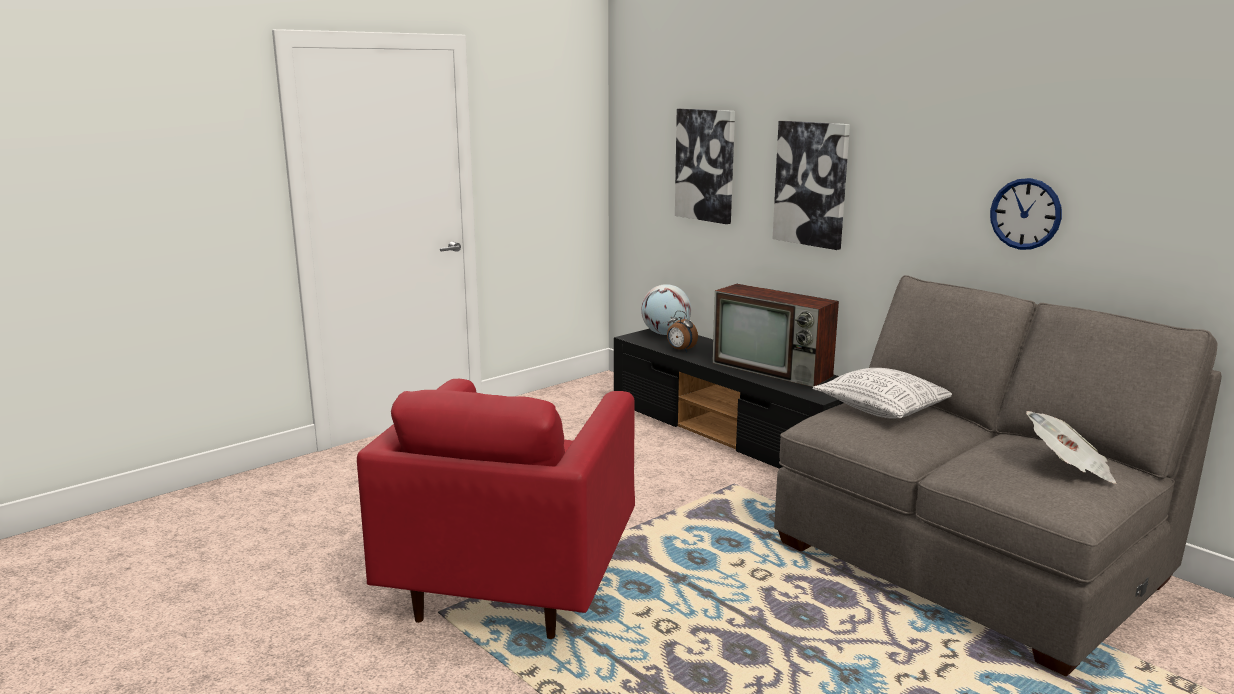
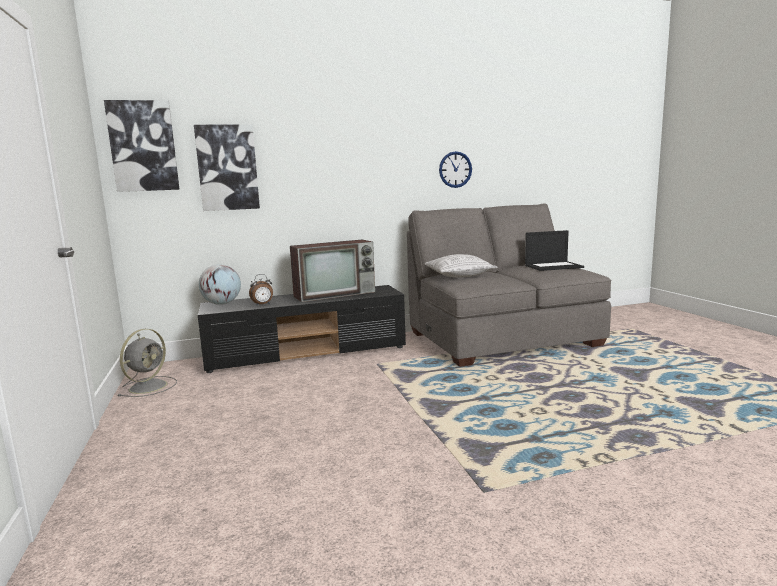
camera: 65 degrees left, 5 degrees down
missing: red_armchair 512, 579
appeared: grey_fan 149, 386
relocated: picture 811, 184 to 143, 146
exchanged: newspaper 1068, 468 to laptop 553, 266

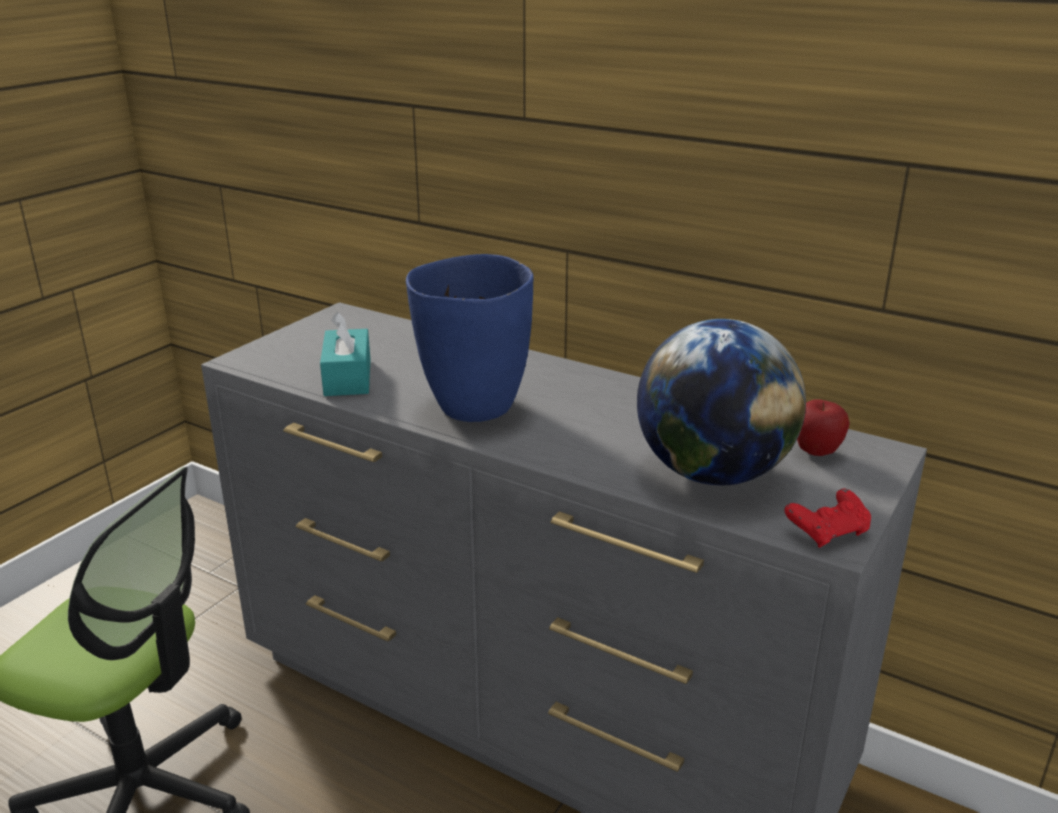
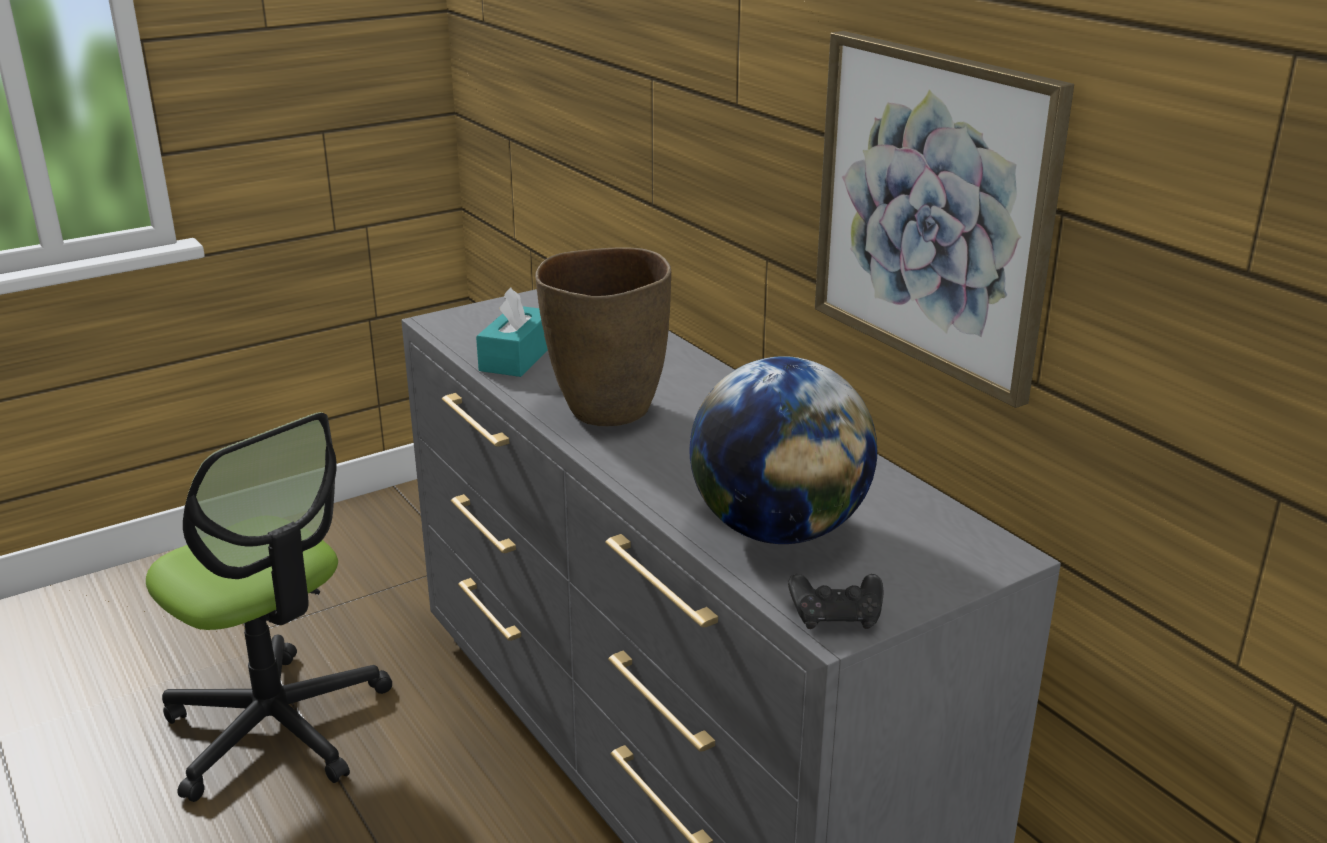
camera: 25 degrees right, 0 degrees up
missing: apple 816, 452
appeared: picture 933, 210
colour: blue_vase 474, 407 to brown_vase 607, 411; red_game_controller 828, 532 to black_game_controller 836, 617

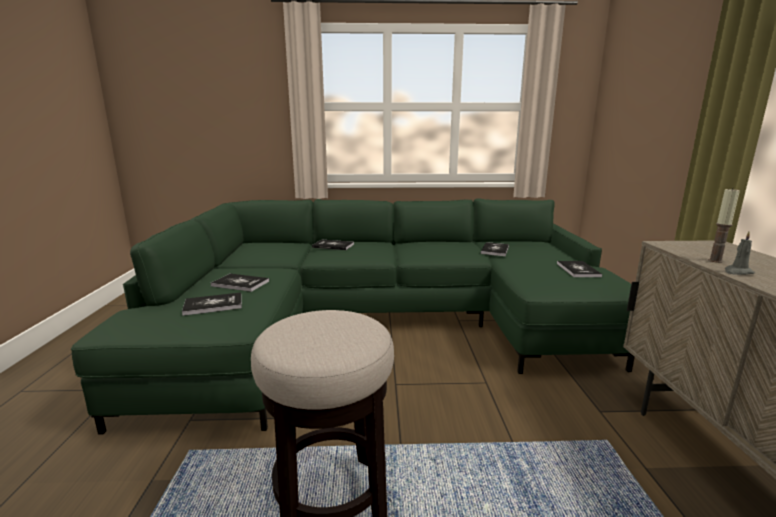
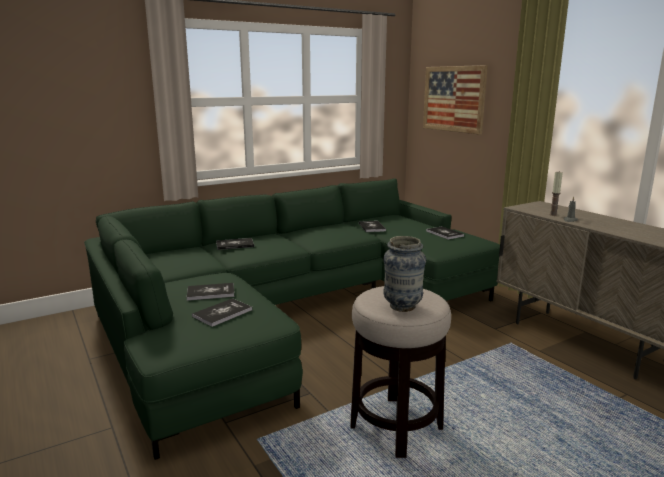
camera: 30 degrees left, 0 degrees up
appeared: vase 402, 306; picture 453, 99

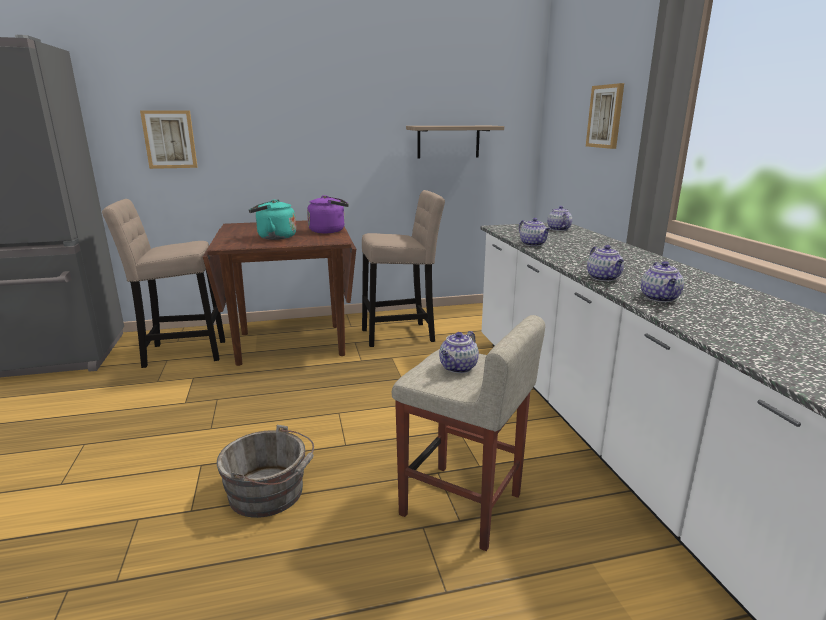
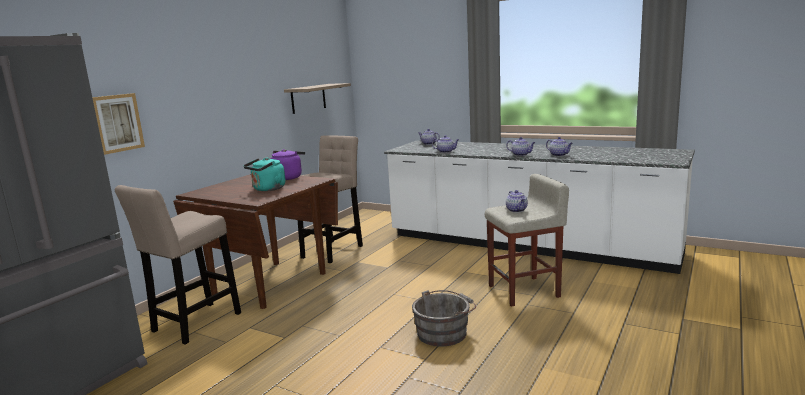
camera: 45 degrees left, 5 degrees down
missing: picture 605, 116

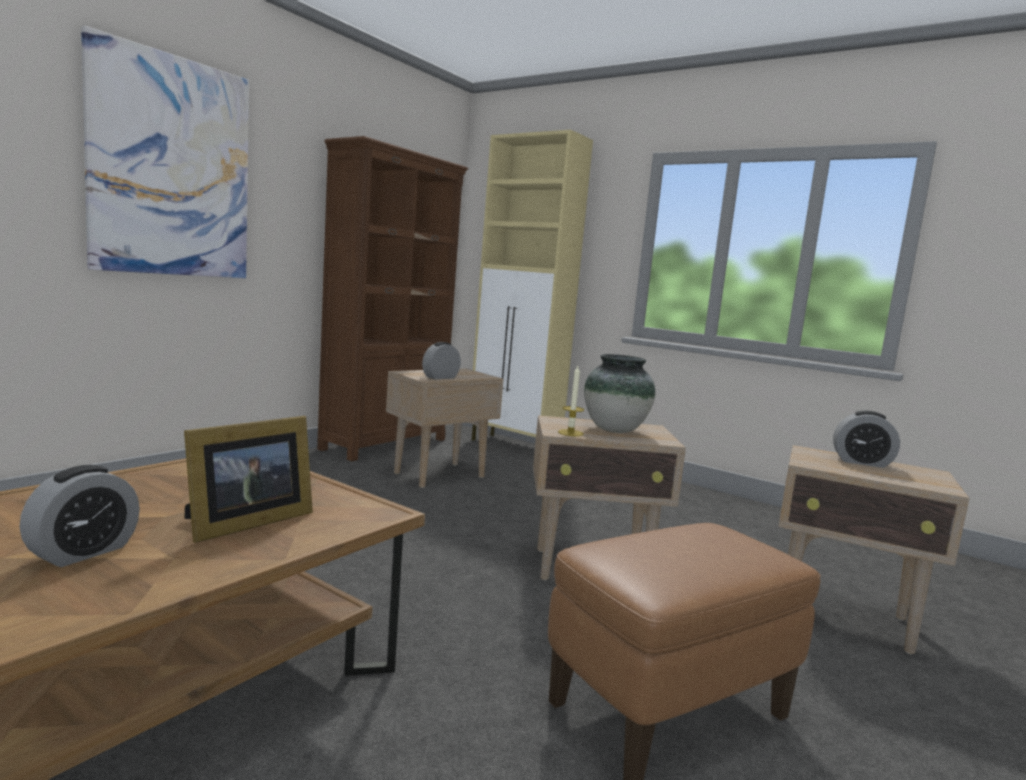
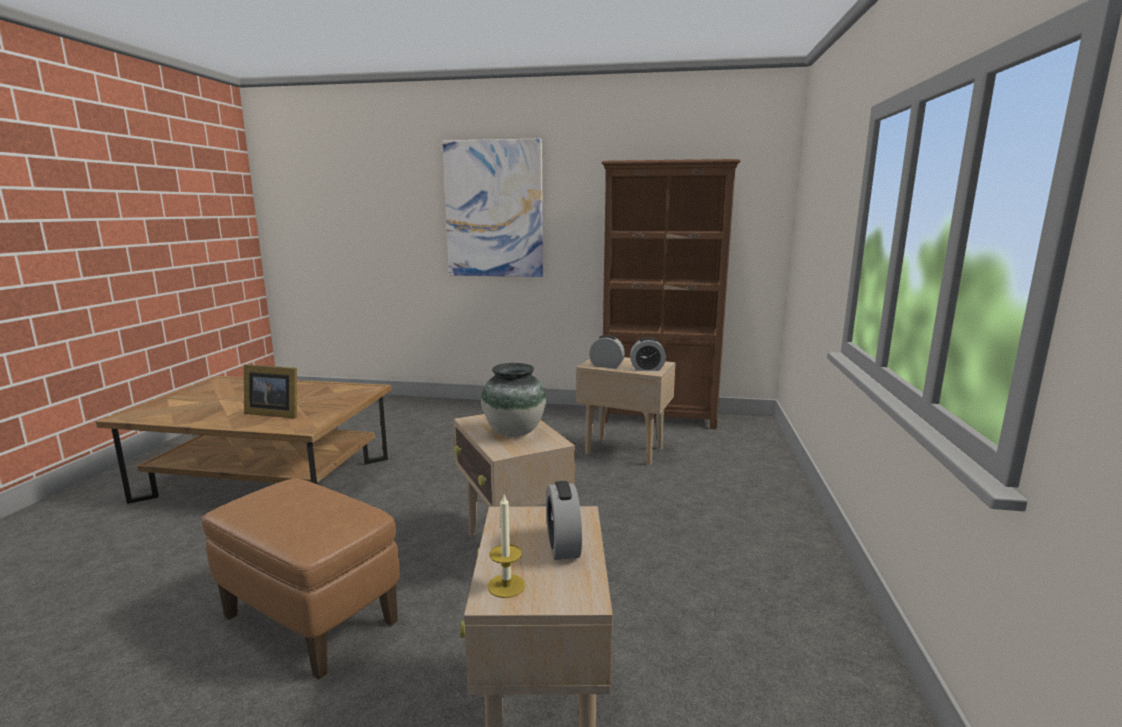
camera: 65 degrees right, 5 degrees up
missing: beige_cabinet 514, 446
relocated: alarm_clock 83, 552 to 647, 369; candle 570, 433 to 506, 585

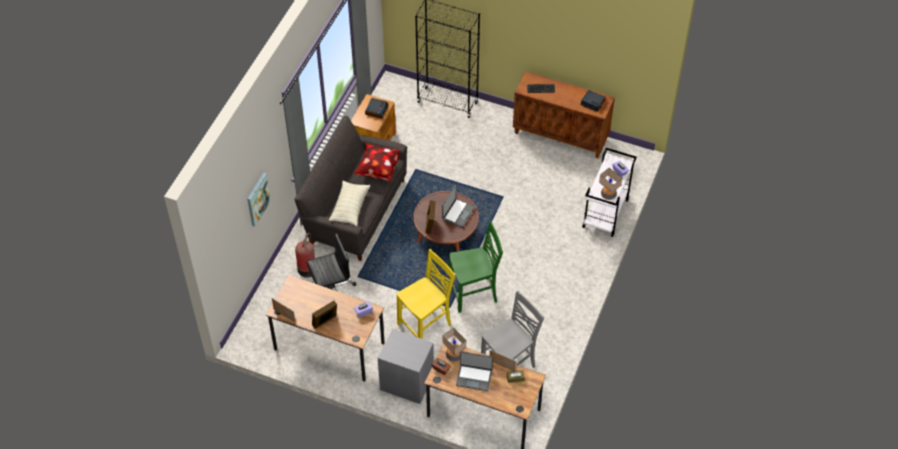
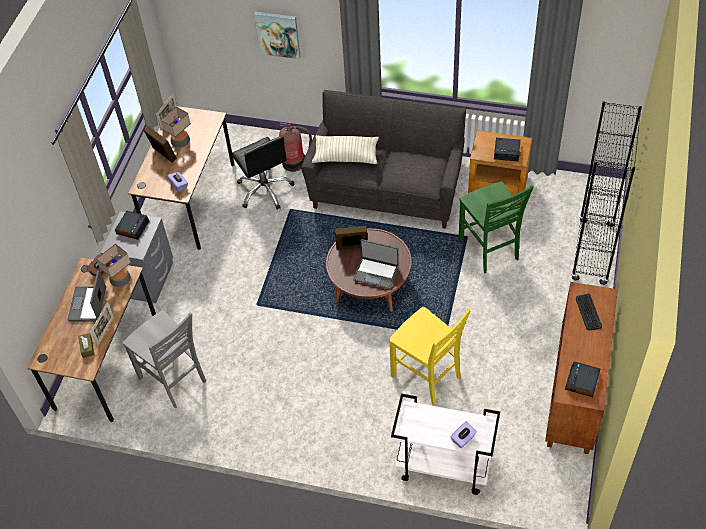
camera: 85 degrees right, 0 degrees up
missing: pillow 377, 170
appeared: alarm_clock 132, 227
relocated: yellow_chair 426, 325 to 427, 377; green_chair 474, 294 to 489, 249; table_lamp 608, 194 to 181, 142

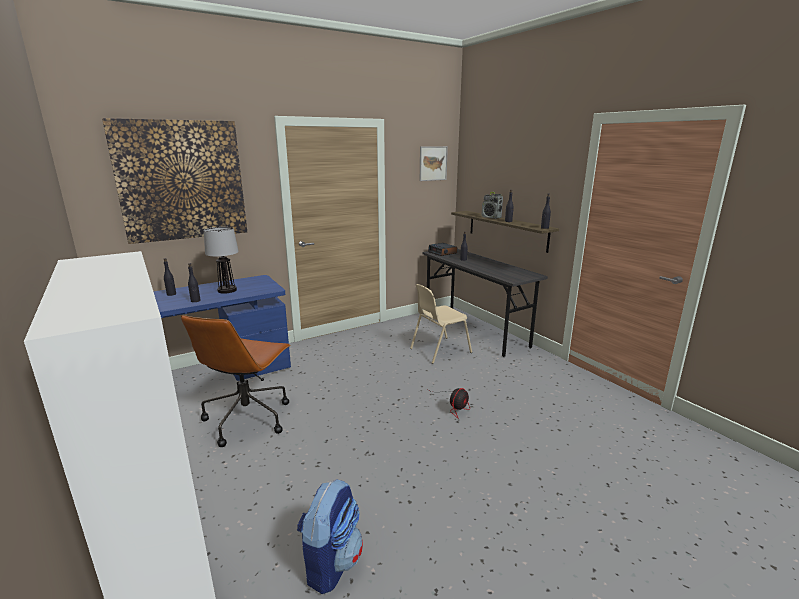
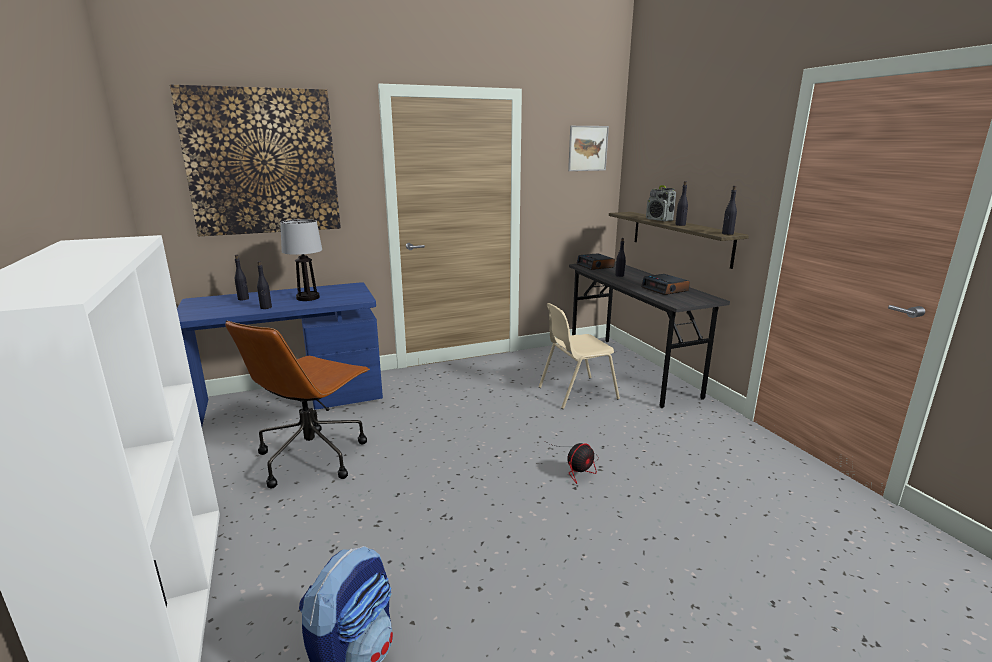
camera: 10 degrees right, 0 degrees up
appeared: alarm_clock 665, 289

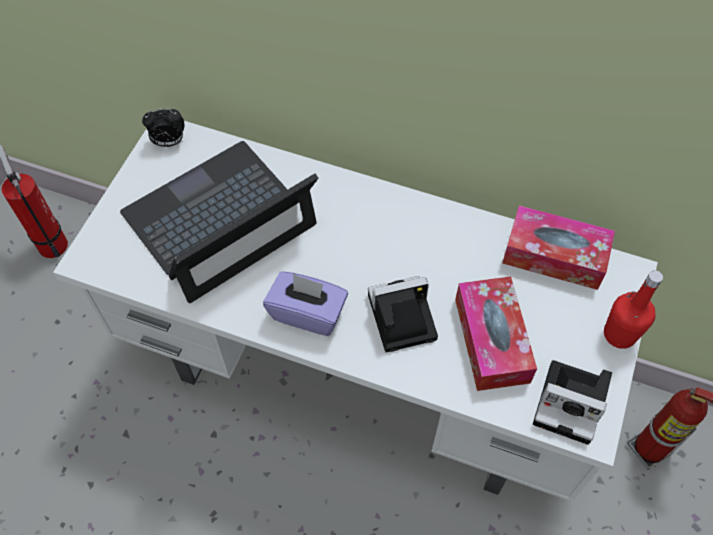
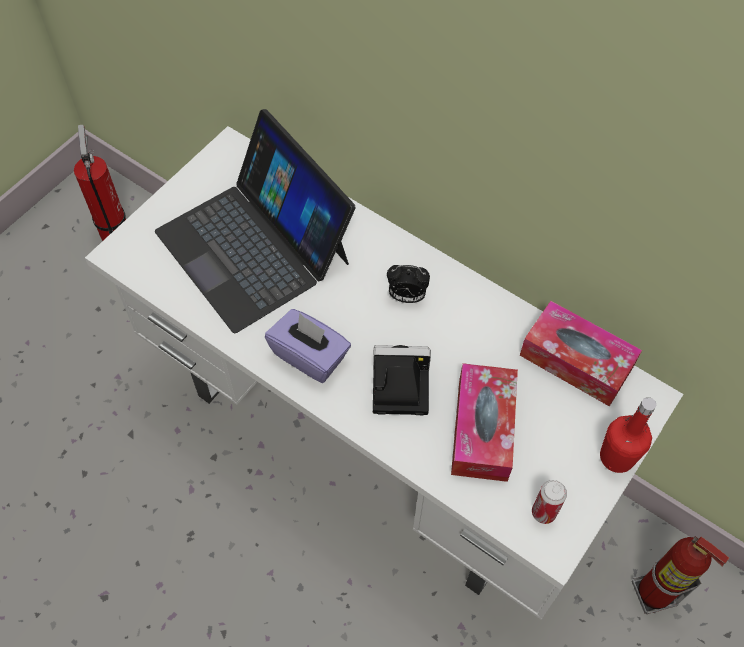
camera: 15 degrees right, 0 degrees up
relocated: alarm_clock 169, 142 to 406, 297
exchanged: photo_camera 572, 403 to can 543, 512
spun: laptop 220, 221 = 254, 246 105 degrees counterclockwise

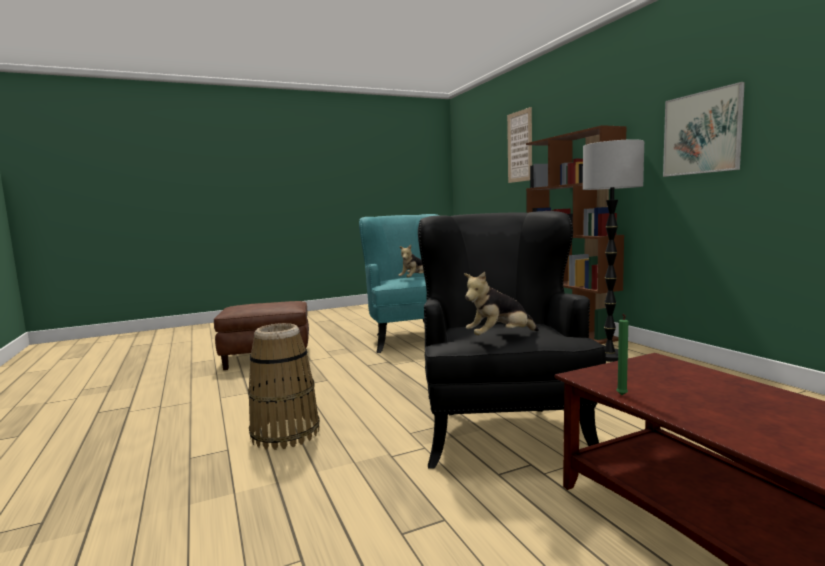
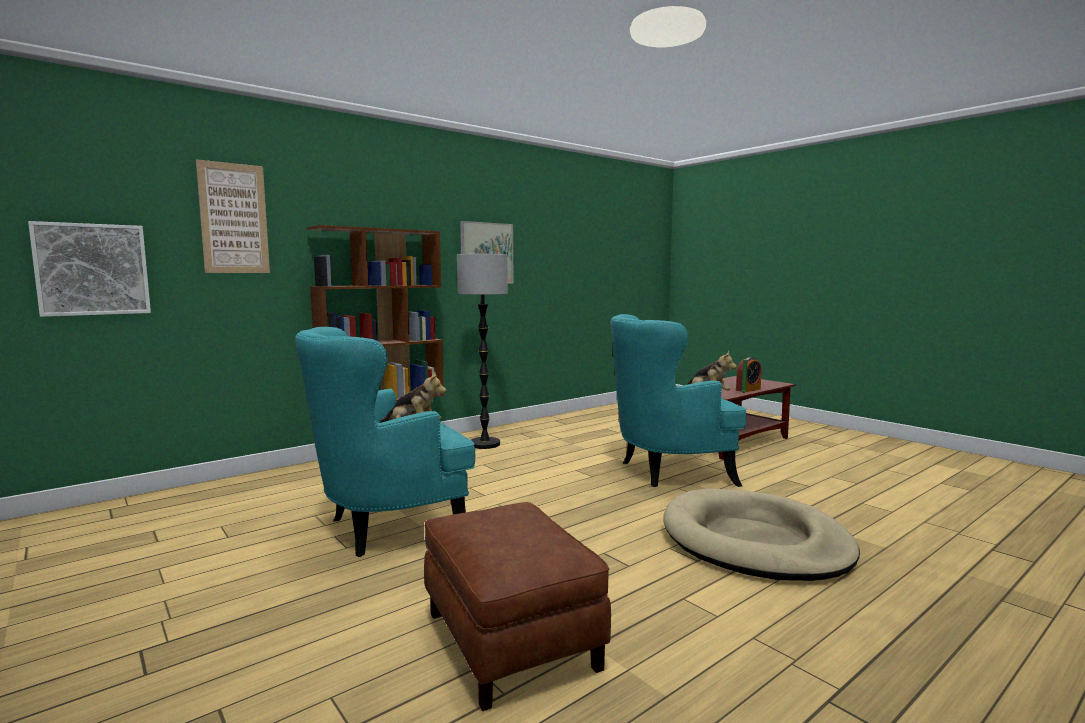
camera: 105 degrees left, 0 degrees up
appeared: picture 92, 269; alarm_clock 748, 389
exchanged: basket 285, 433 to beige_dog_bed 754, 541
colour: black_armchair 502, 430 to turquoise_armchair 667, 471

